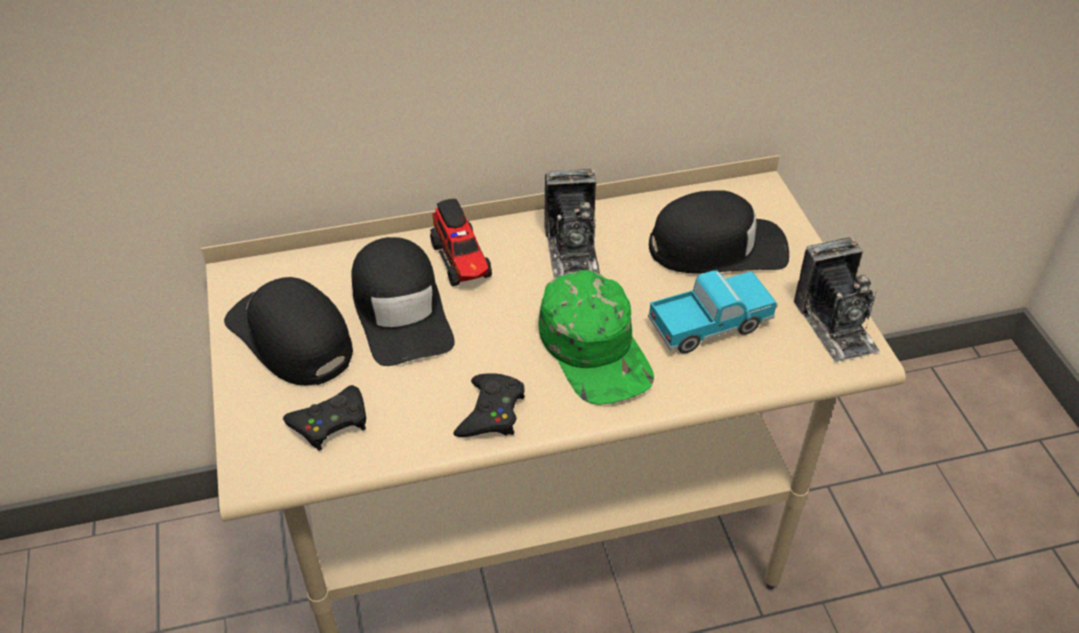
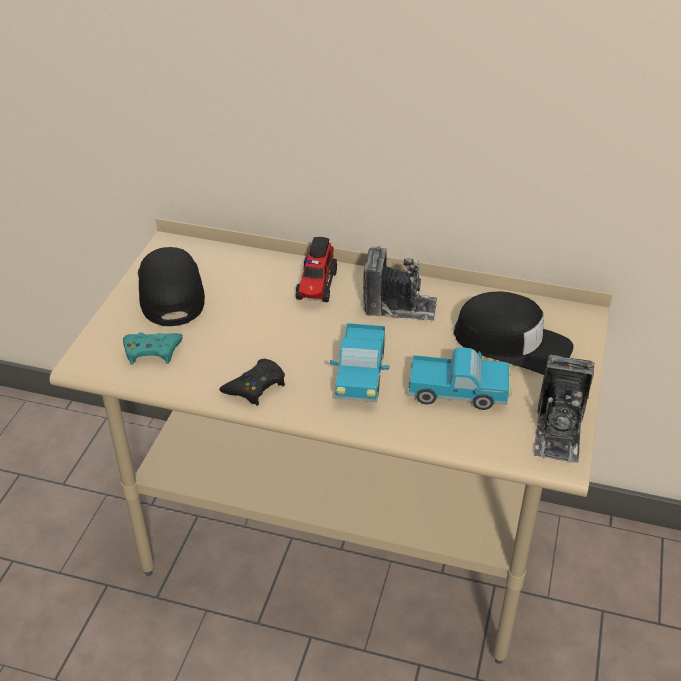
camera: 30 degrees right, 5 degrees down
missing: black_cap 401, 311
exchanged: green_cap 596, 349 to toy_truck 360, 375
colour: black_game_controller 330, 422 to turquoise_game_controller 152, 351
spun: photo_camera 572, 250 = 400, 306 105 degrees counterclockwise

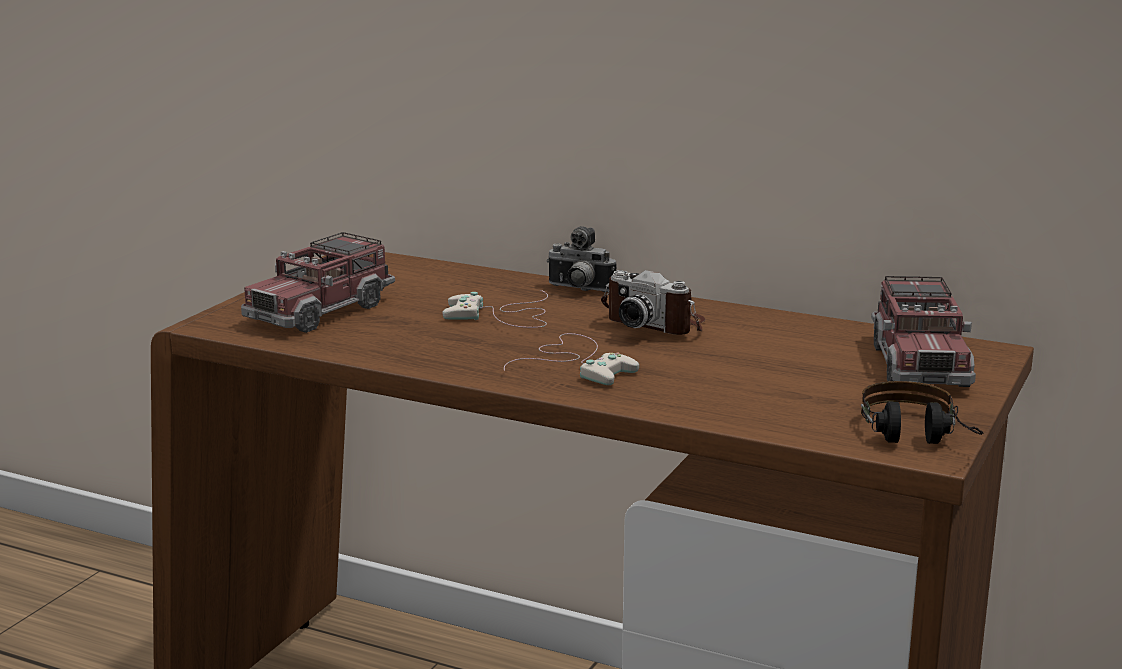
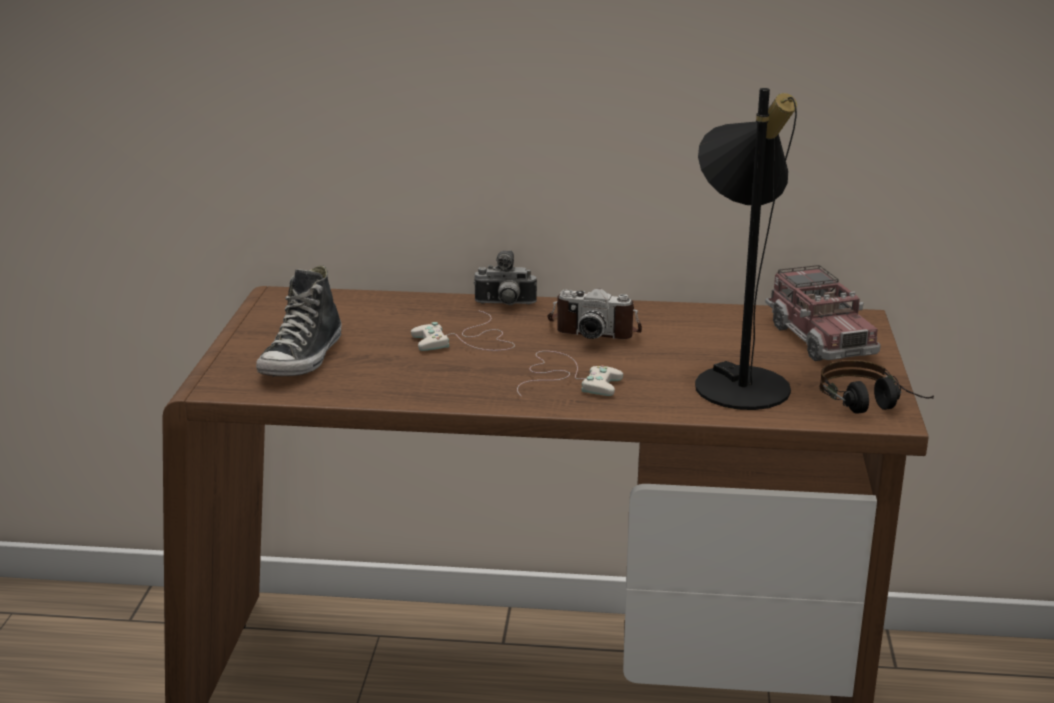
camera: 20 degrees left, 5 degrees up
appeared: black_table_lamp 738, 379
exchanged: toy_truck 319, 311 to shoe 303, 358

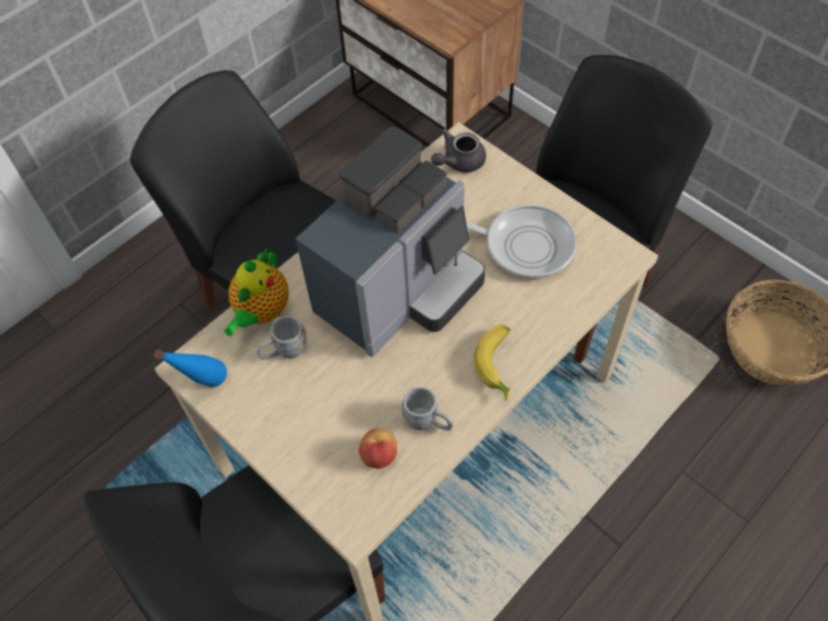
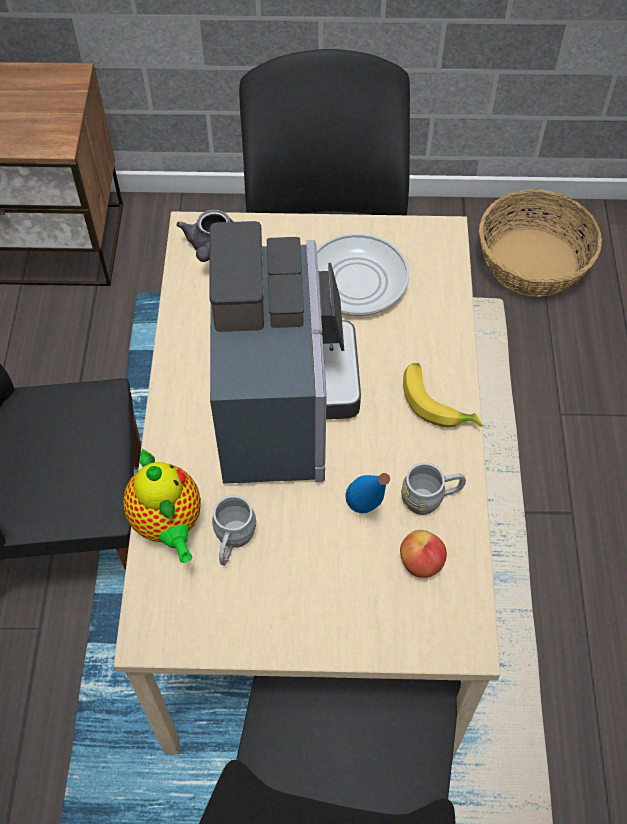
camera: 45 degrees left, 0 degrees up
relocated: blue_bottle 205, 389 to 367, 517

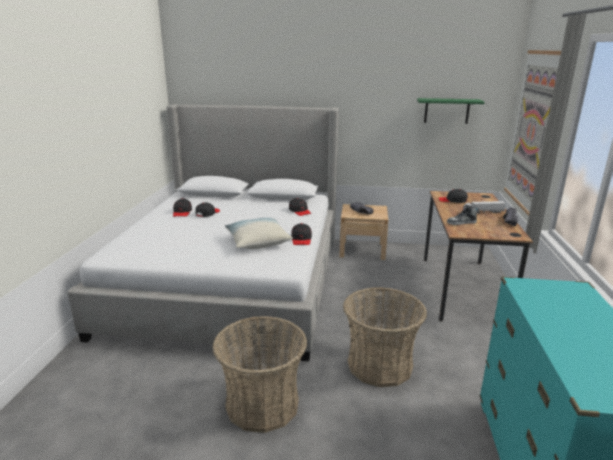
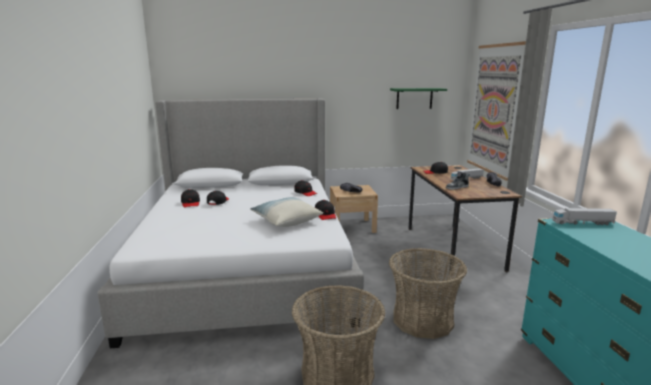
camera: 15 degrees left, 5 degrees down
appeared: toy_truck 582, 223

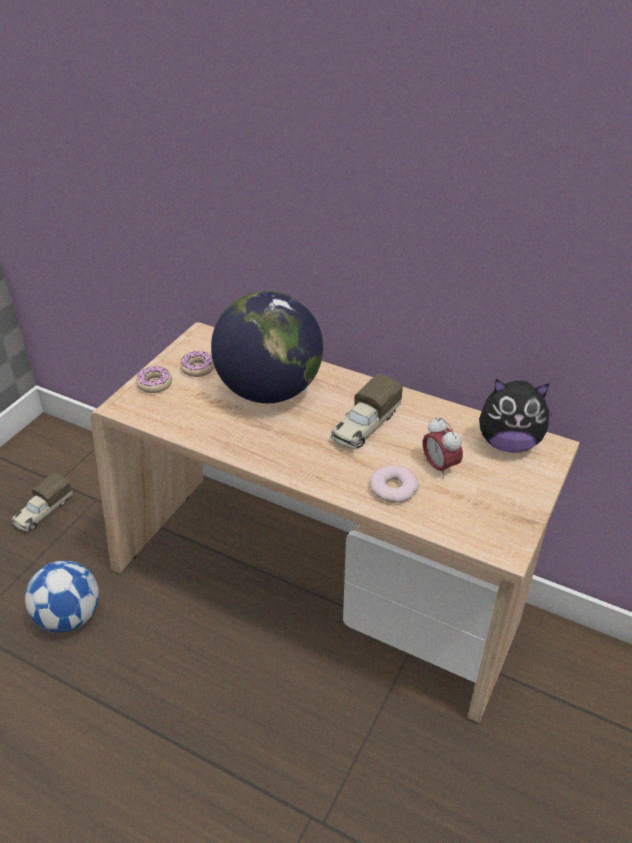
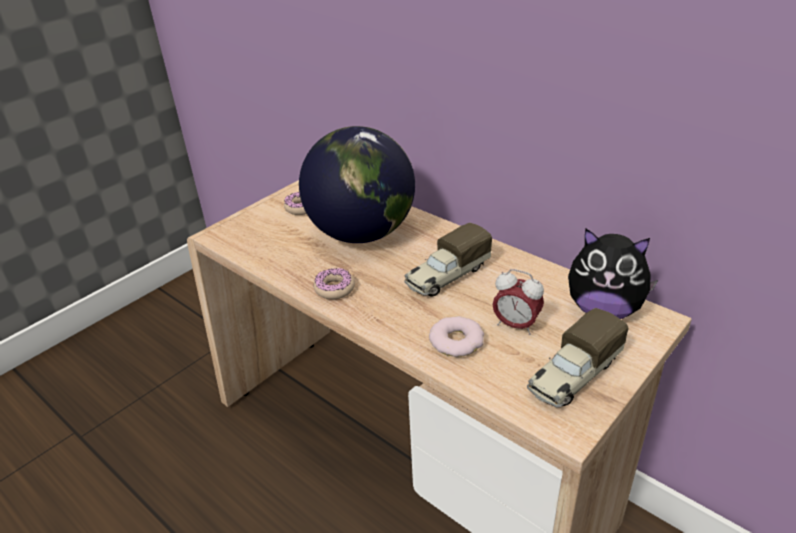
camera: 15 degrees right, 5 degrees down
missing: football 69, 617
relocated: toy_truck 43, 512 to 573, 376; donut 154, 384 to 334, 288
spun: alarm_clock 439, 467 = 516, 325 45 degrees counterclockwise

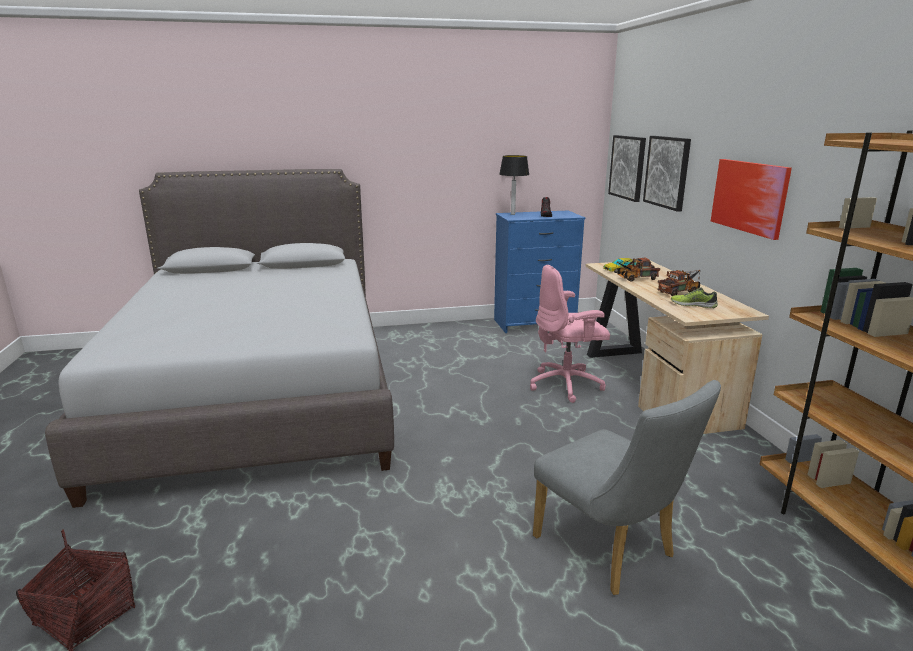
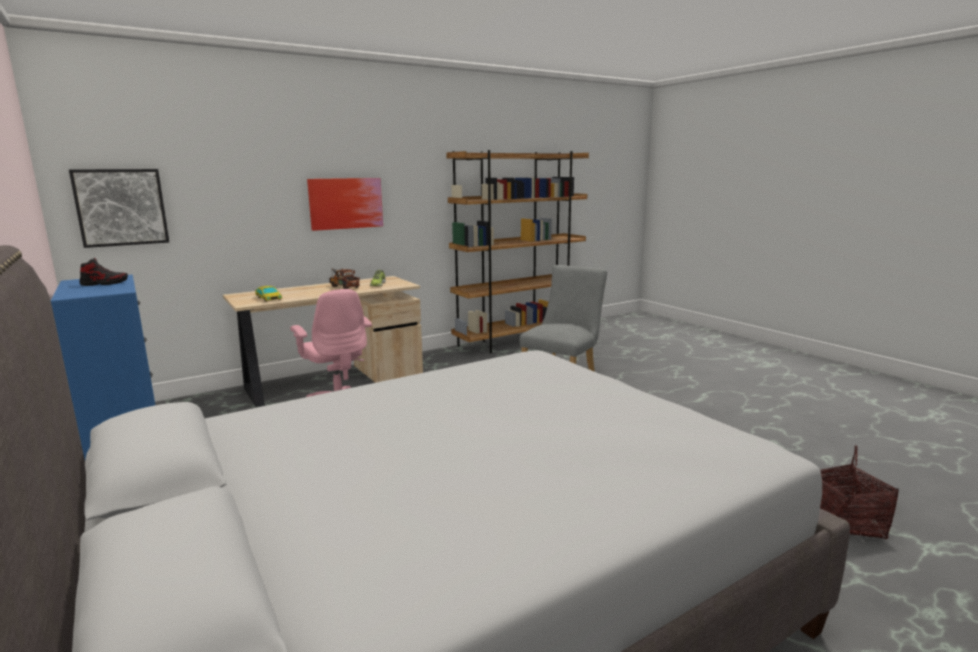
camera: 110 degrees left, 5 degrees down
missing: table_lamp 512, 214; toy_truck 634, 278; picture 667, 172

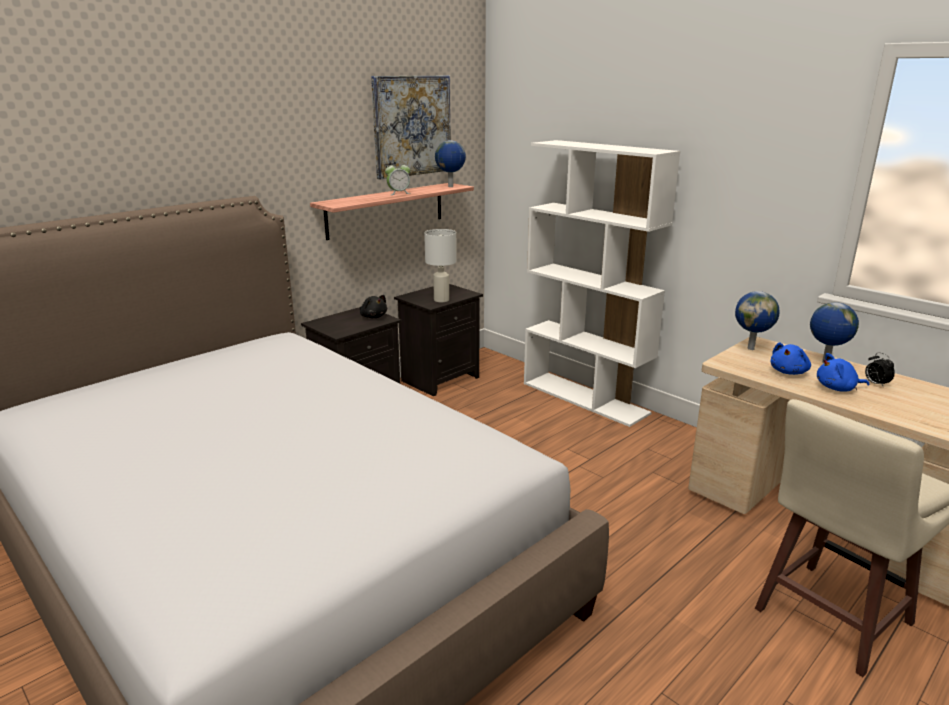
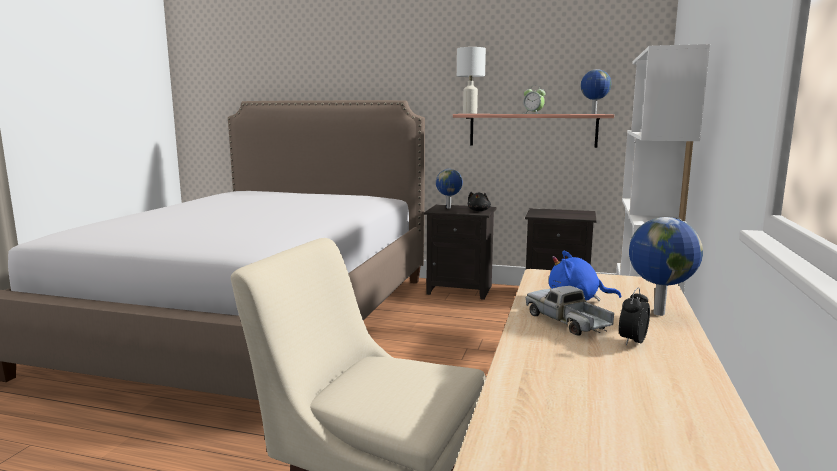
camera: 60 degrees right, 10 degrees down
missing: picture 411, 126
relocated: white_table_lamp 442, 300 to 470, 113; globe 751, 348 to 449, 208
exchanged: blue_plush_toy 837, 388 to toy_truck 568, 322

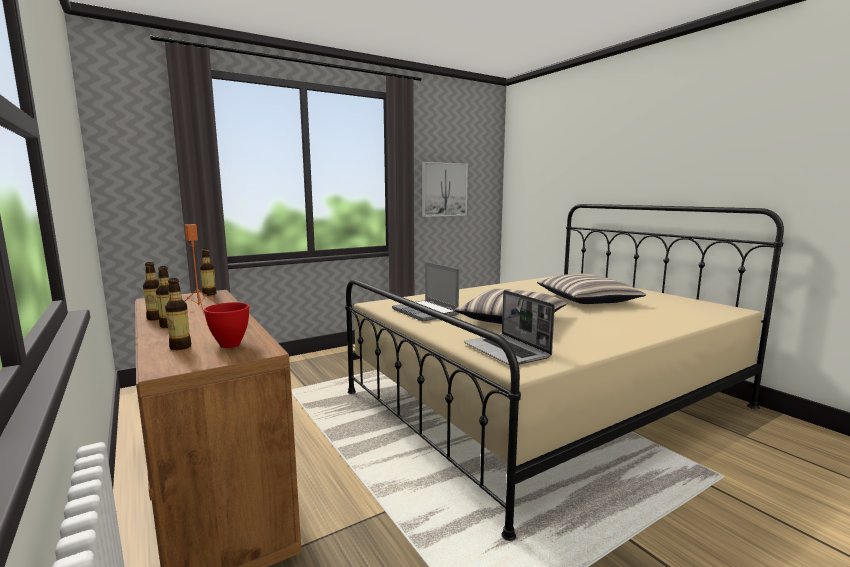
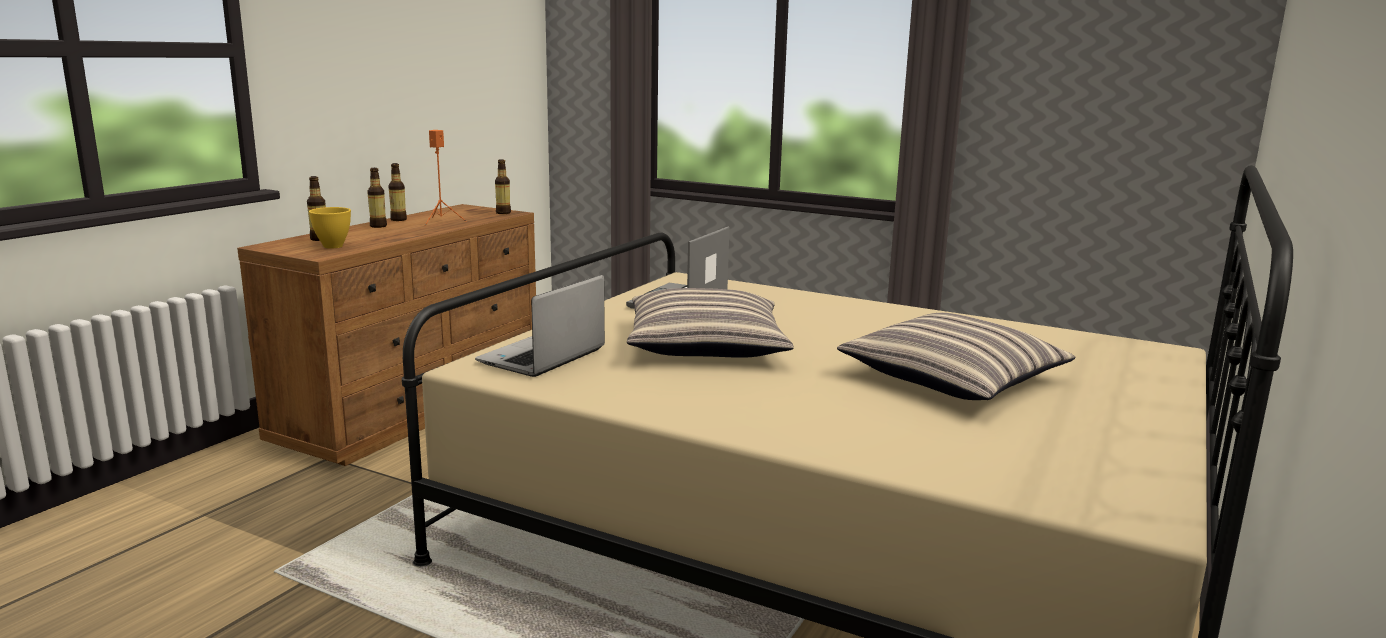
camera: 60 degrees right, 5 degrees up
missing: picture 444, 189
colour: red_bowl 230, 345 to yellow_bowl 332, 246

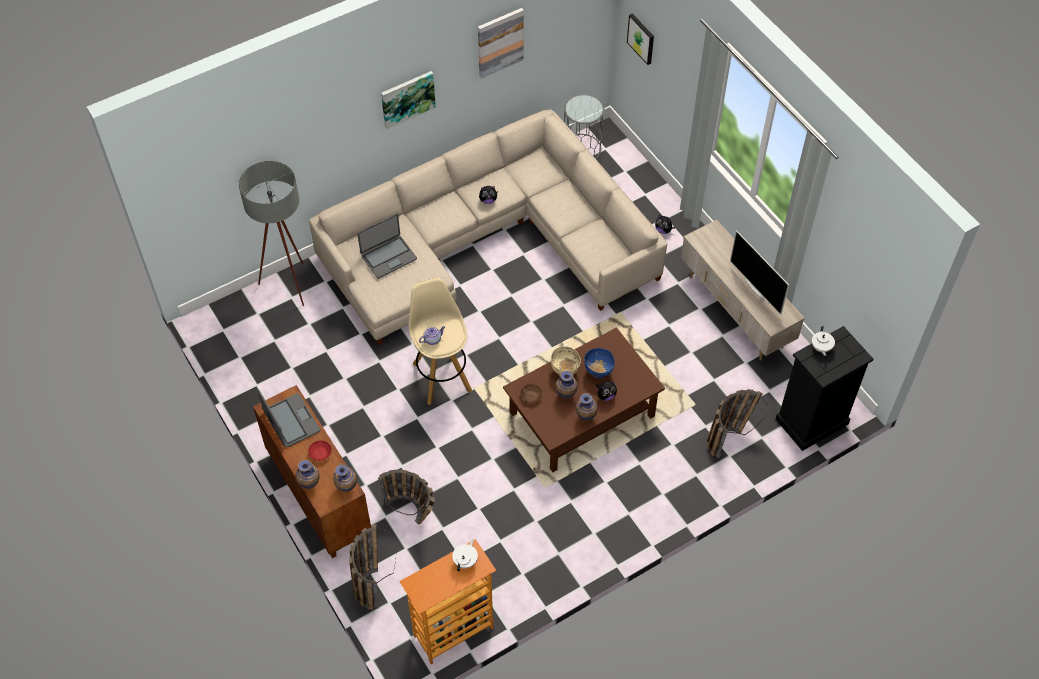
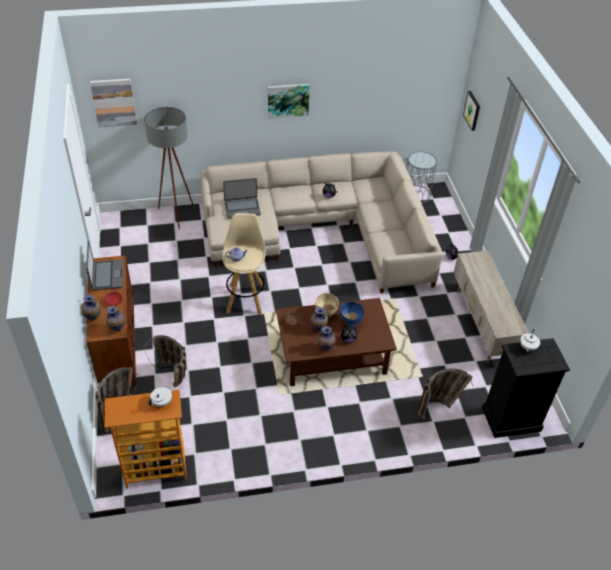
camera: 20 degrees right, 10 degrees down
missing: television 757, 290
relocated: picture 500, 42 to 114, 102

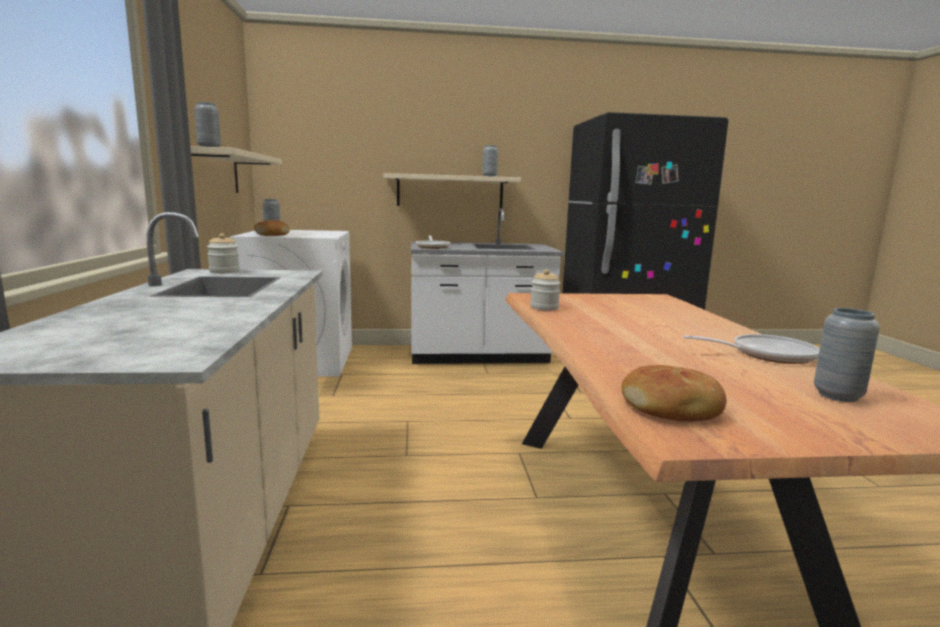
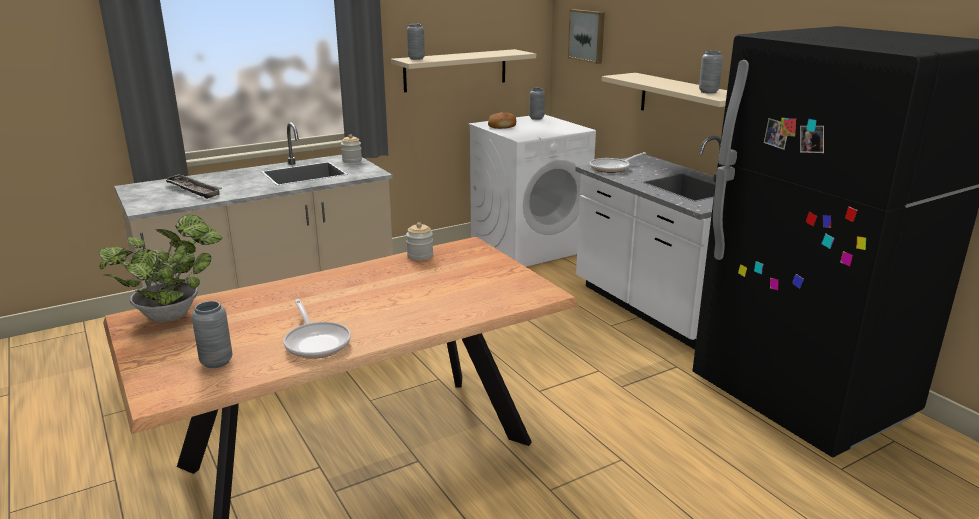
camera: 65 degrees right, 10 degrees up
appeared: tray 192, 190; picture 587, 36
exchanged: bread 672, 408 to potted_plant 173, 314

